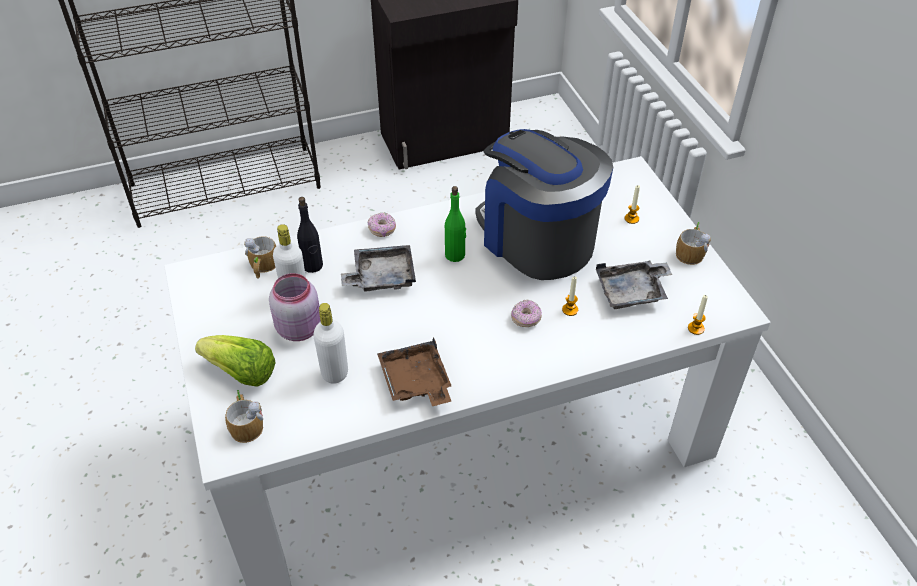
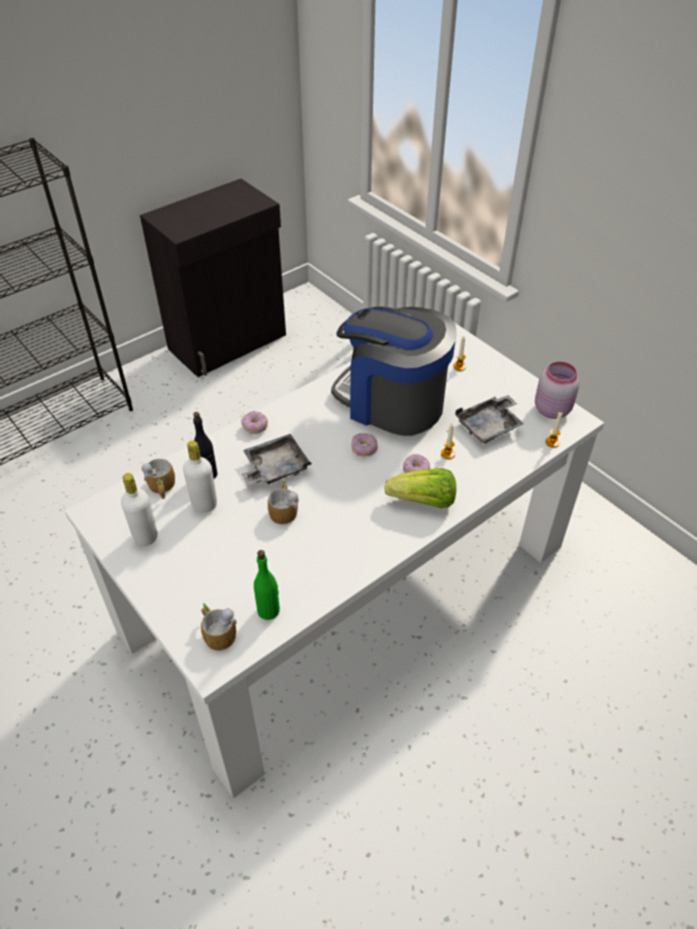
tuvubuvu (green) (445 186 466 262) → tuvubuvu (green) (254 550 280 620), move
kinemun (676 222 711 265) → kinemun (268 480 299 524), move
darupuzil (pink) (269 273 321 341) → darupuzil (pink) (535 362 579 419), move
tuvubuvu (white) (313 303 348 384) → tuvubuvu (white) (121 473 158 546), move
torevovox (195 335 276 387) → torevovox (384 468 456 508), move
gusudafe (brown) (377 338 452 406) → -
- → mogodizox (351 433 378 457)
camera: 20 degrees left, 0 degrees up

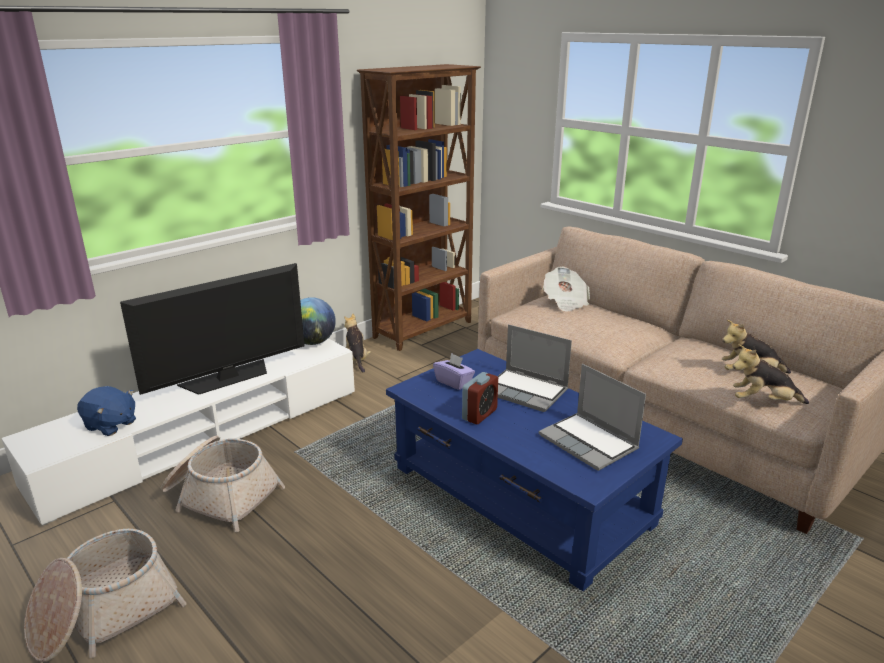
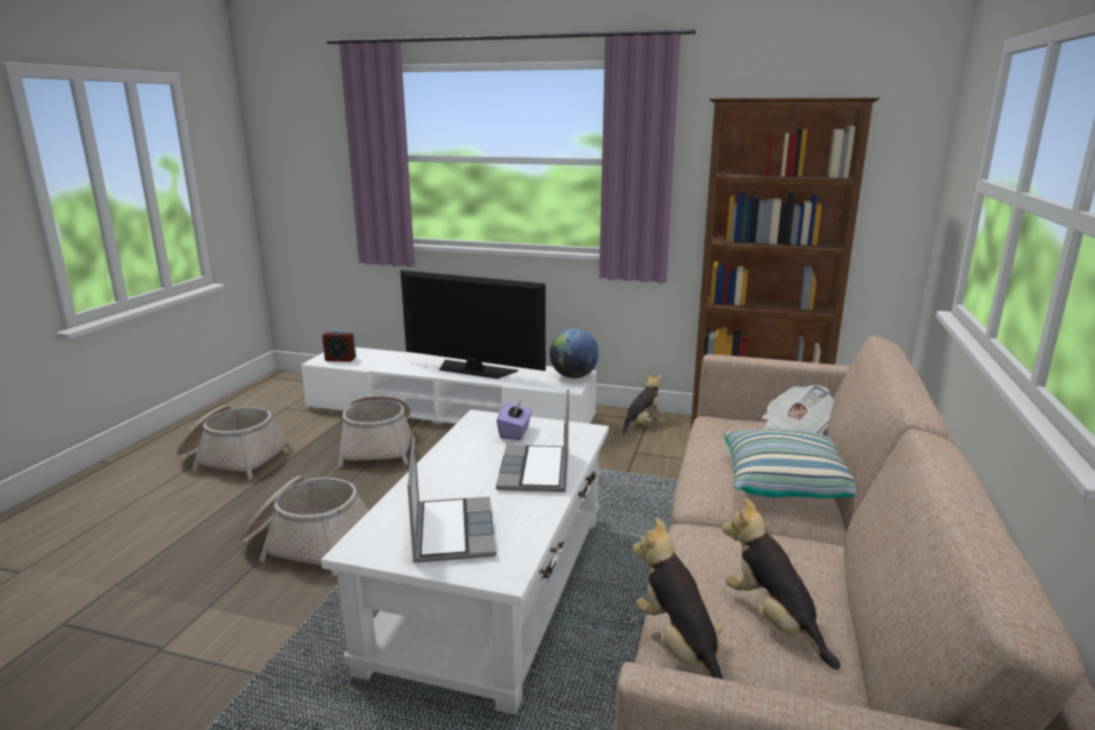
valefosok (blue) (386 349 683 591) → valefosok (white) (321 410 609 715)
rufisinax (539 364 646 471) → rufisinax (408 436 496 563), 150 degrees clockwise
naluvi (462 372 498 424) → naluvi (322 330 356 362), move
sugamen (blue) (77 386 136 436) → -
- → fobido (723 429 856 498)
- → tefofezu (240 475 369 576)
camera: 60 degrees right, 5 degrees down

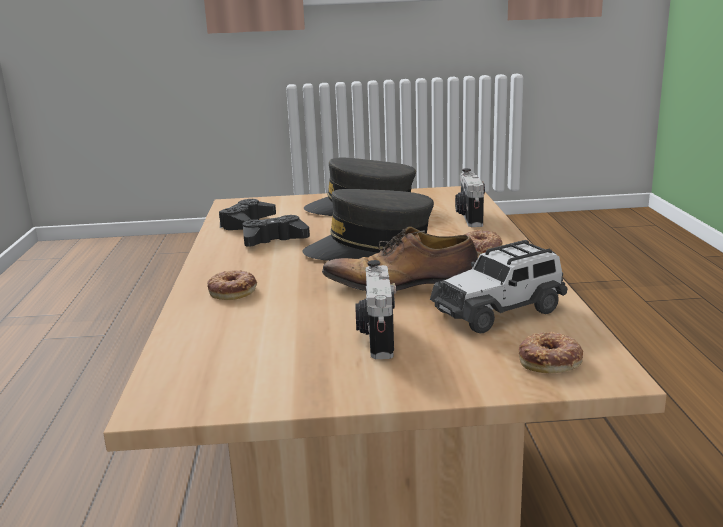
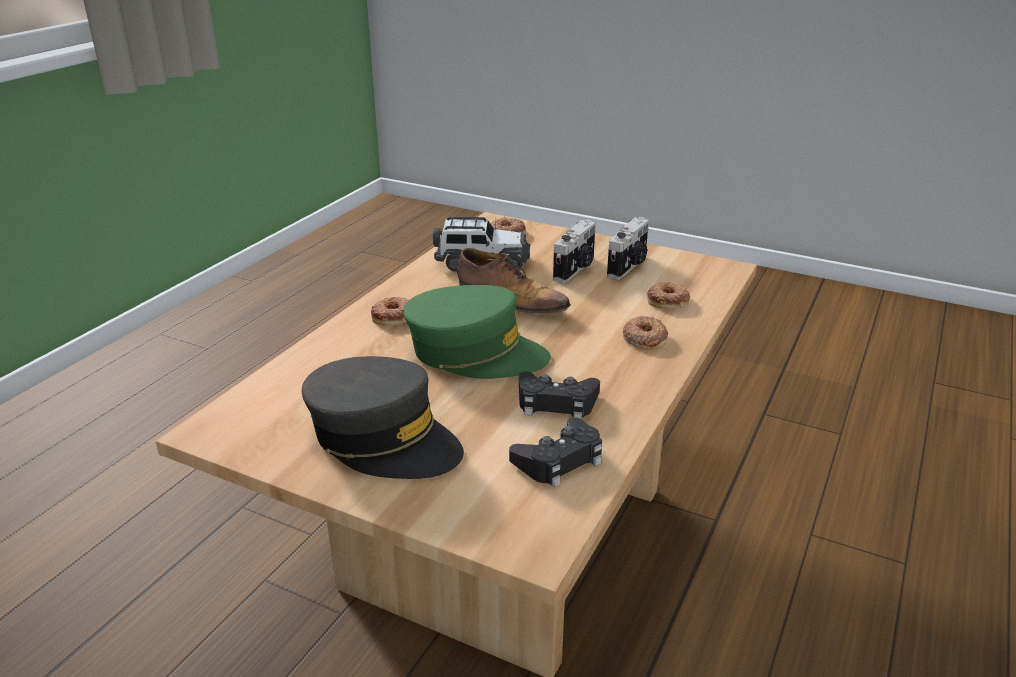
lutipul (455 168 485 227) → lutipul (607 217 649 280), move
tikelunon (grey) (302 189 434 261) → tikelunon (green) (403 285 551 379)
- → mogodizox (647 282 690 309)
camera: 150 degrees left, 10 degrees up

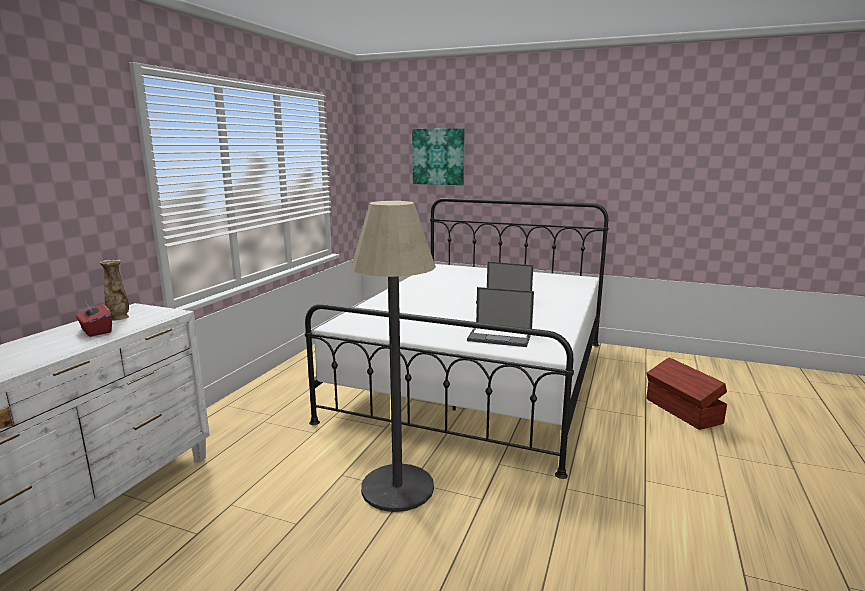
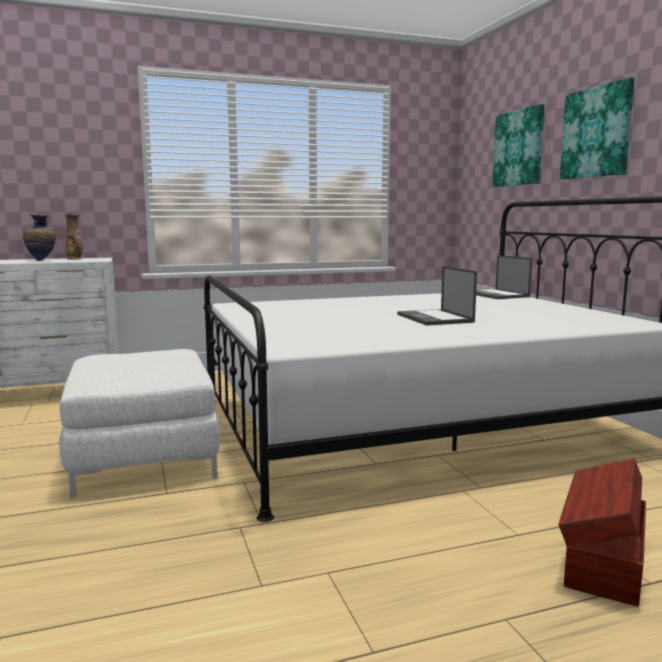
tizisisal (351 201 436 512) → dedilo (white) (59 349 221 498)
rufisinax (467 287 534 347) → rufisinax (476 255 532 299), move
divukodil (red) (75 301 112 337) → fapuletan (23 214 56 261)
- → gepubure (560 77 635 180)
camera: 50 degrees right, 5 degrees down

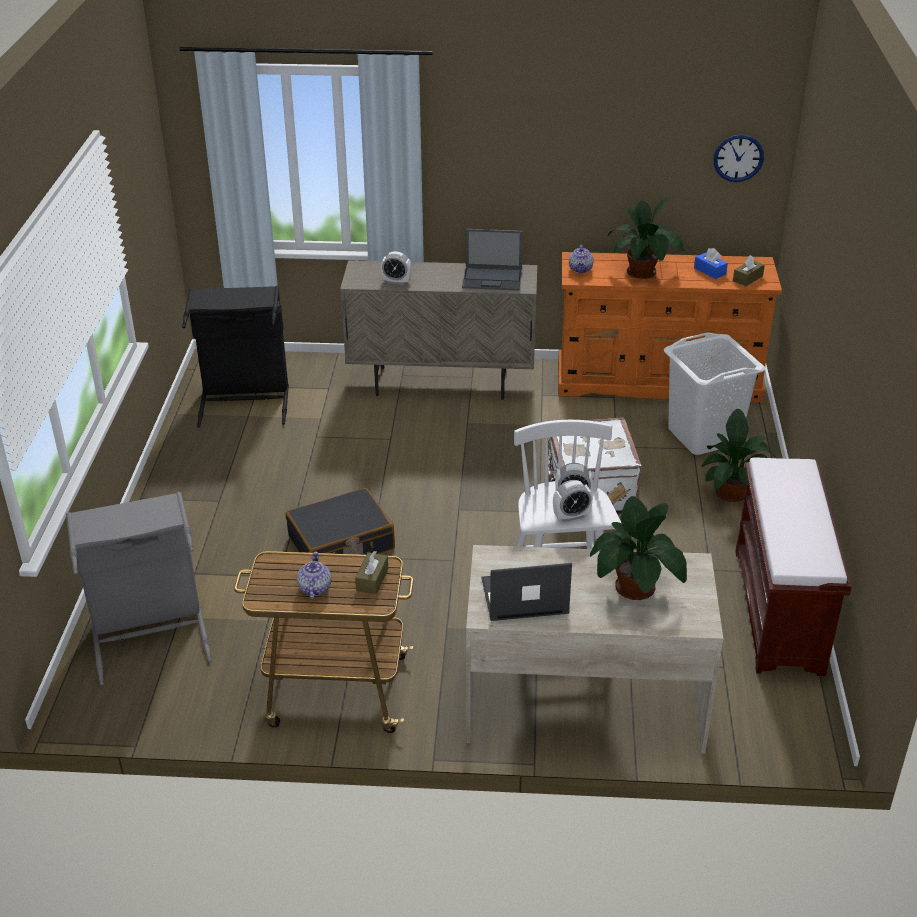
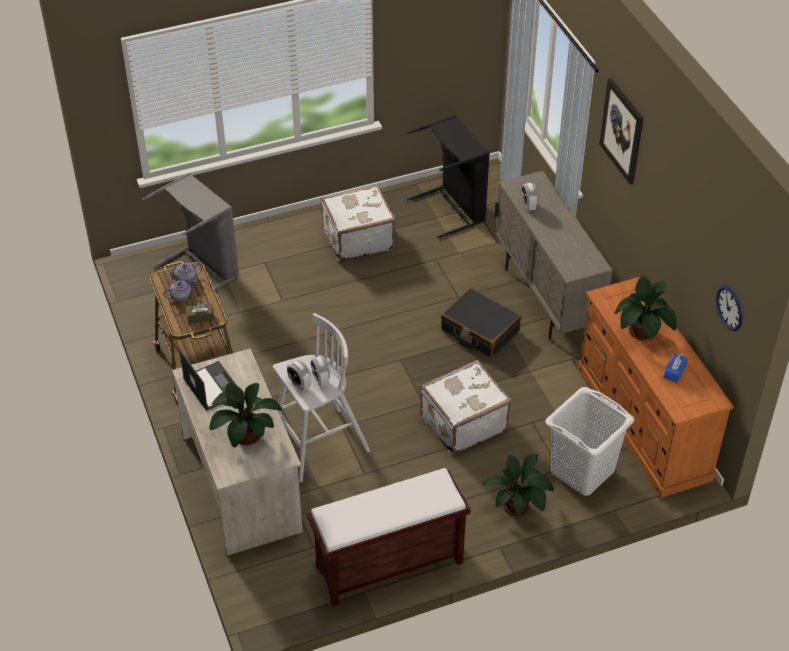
rufisinax (462 229 523 291) → -
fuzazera (569 244 593 273) → fuzazera (168 263 202 284), move
divukodil (brown) (733 255 765 286) → -
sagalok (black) (286 488 395 555) → sagalok (black) (441 288 521 358), move
- → gepubure (599 79 644 185)
- → sagalok (white) (321 184 395 262)
camera: 65 degrees right, 10 degrees up

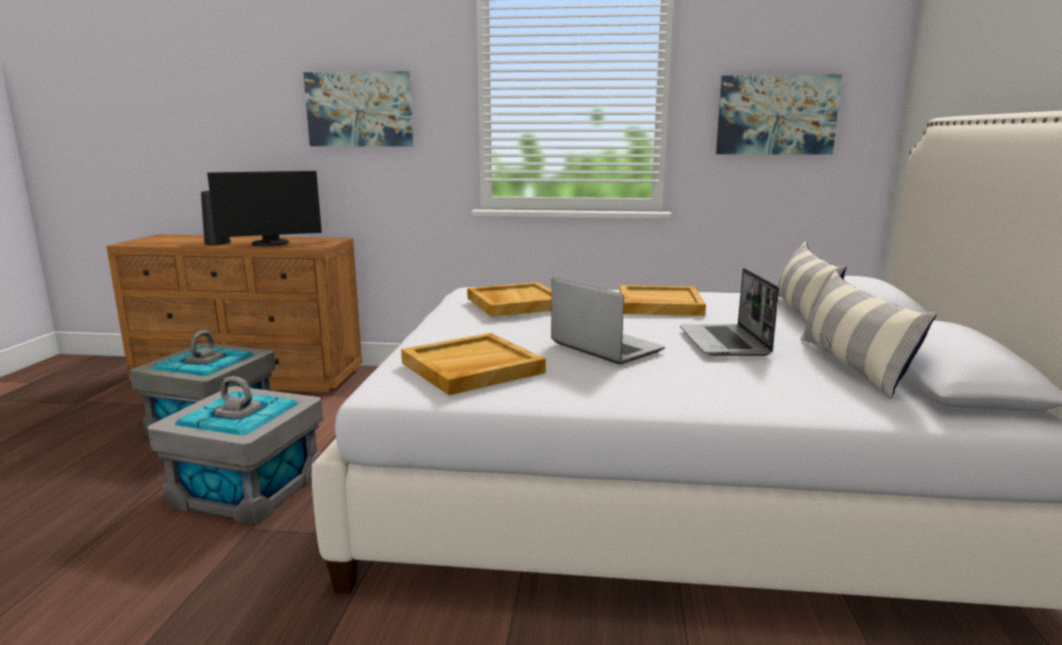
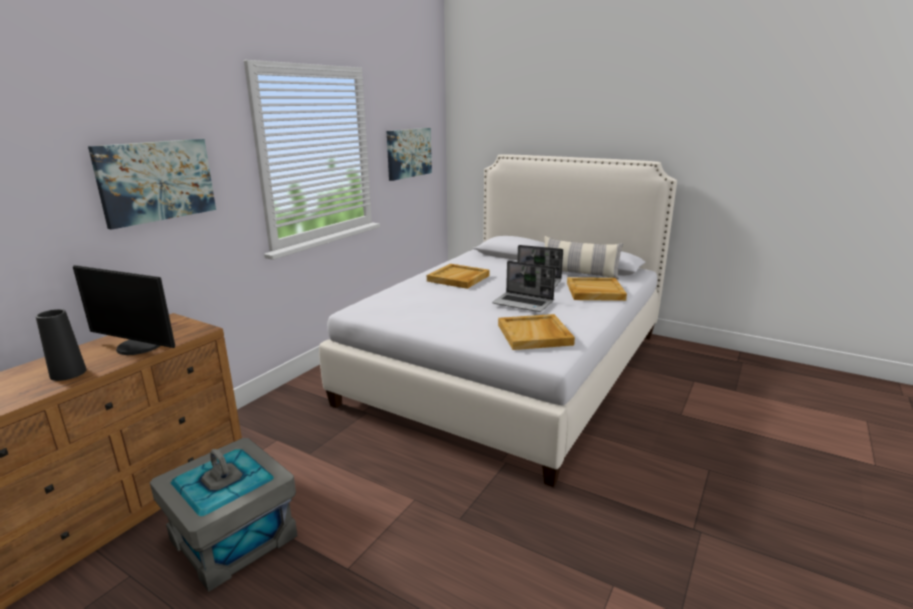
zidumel (207 171 322 246) → zidumel (73 265 175 355), 105 degrees clockwise
fobido (778 242 846 322) → -
rufisinax (551 278 665 364) → rufisinax (492 261 556 312), 135 degrees counterclockwise
gusudafe (beige) (467 282 551 317) → gusudafe (beige) (567 277 627 301), move
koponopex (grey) (148 376 323 525) → -
camera: 65 degrees left, 5 degrees up

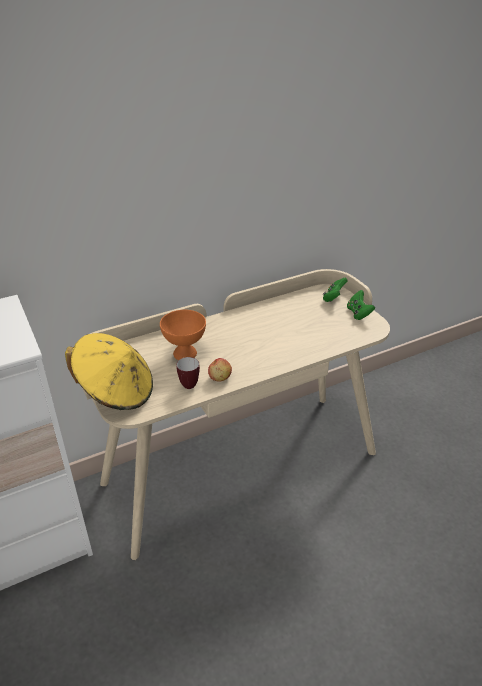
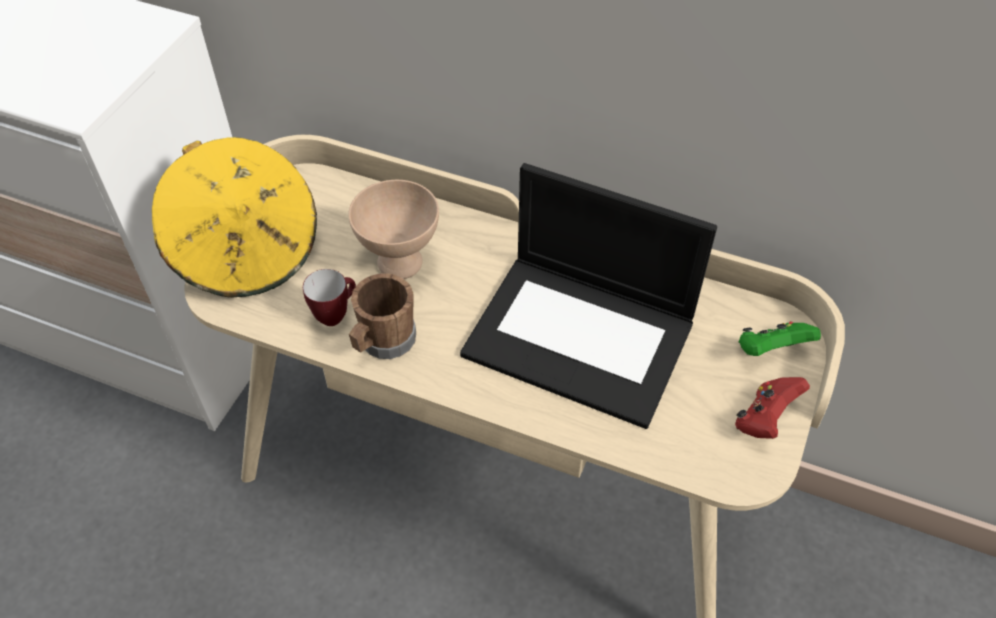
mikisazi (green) (347 290 375 320) → mikisazi (red) (735 377 810 439)
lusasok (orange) (160 310 206 360) → lusasok (beige) (349 180 439 279)
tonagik (208 358 232 382) → kinemun (brown) (349 273 416 359)
- → rufisinax (460 163 717 429)
camera: 50 degrees right, 15 degrees up

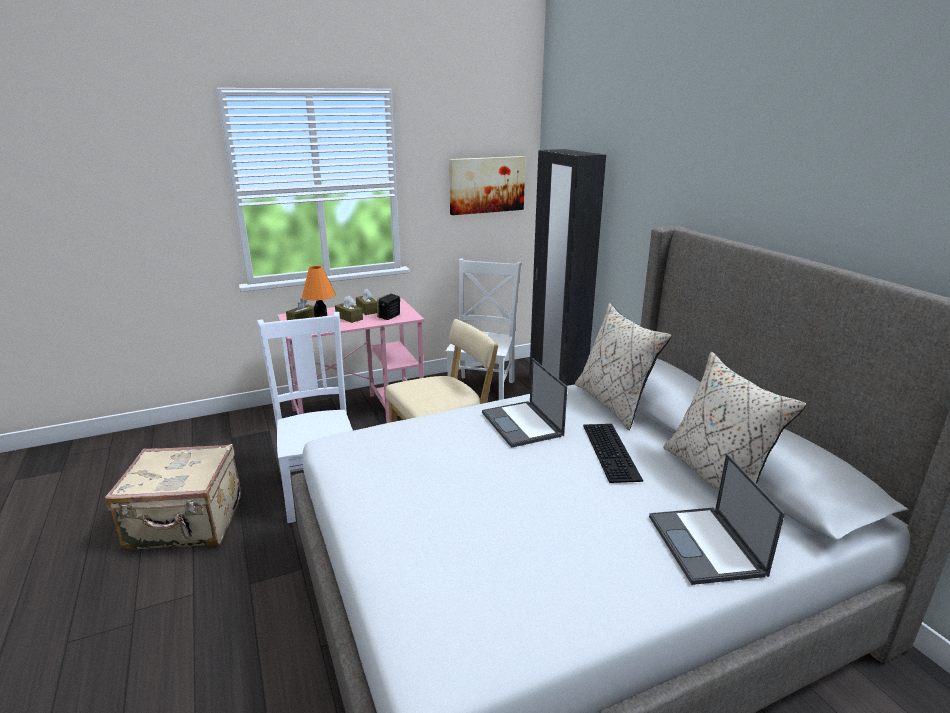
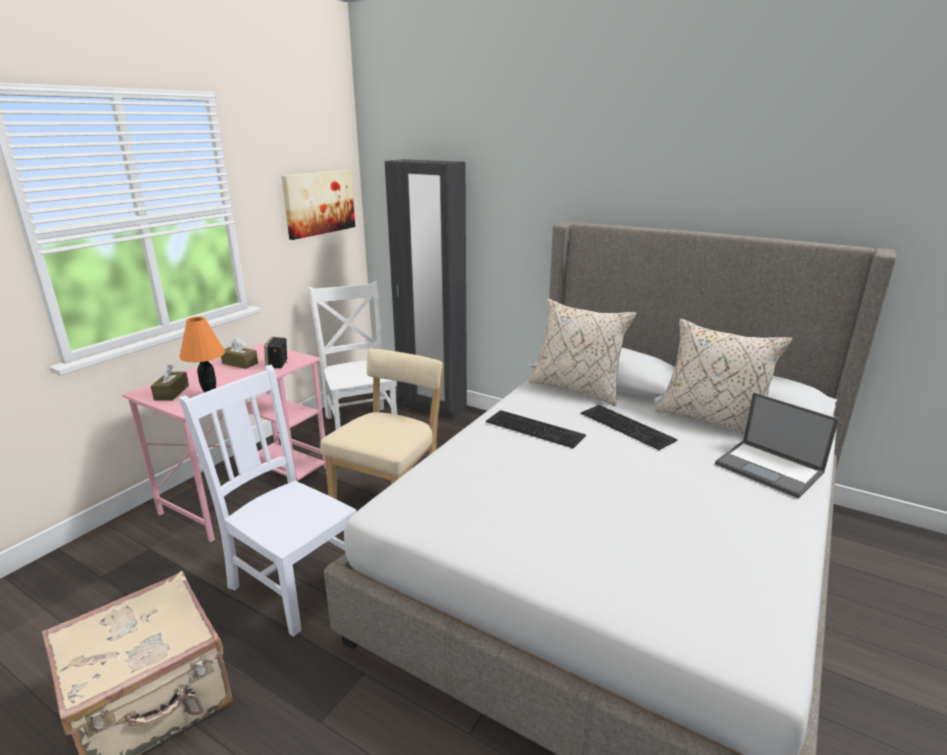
divukodil (brown) (335 296 363 323) → -
rufisinax (482 358 568 448) → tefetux (486 410 586 448)
camera: 35 degrees left, 0 degrees up

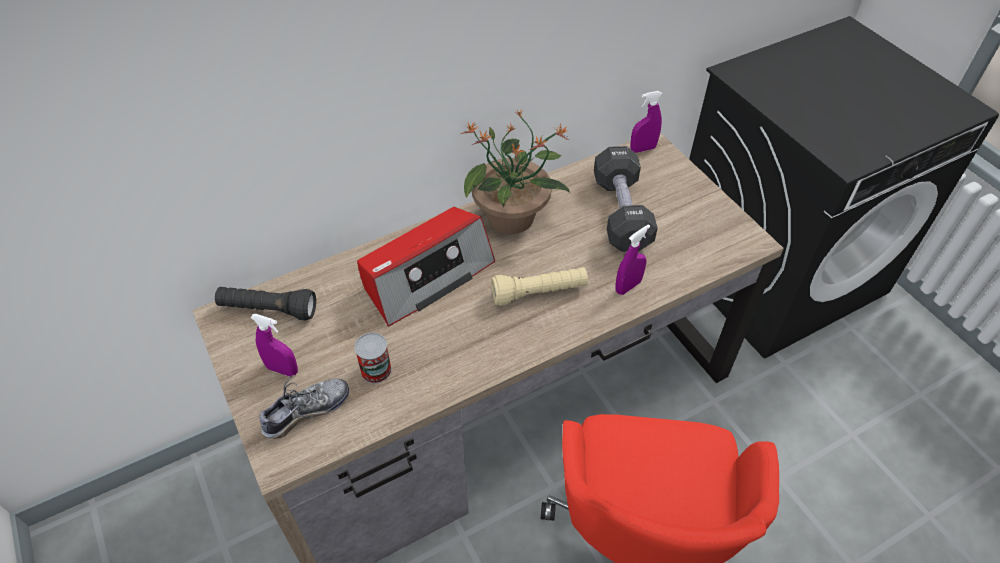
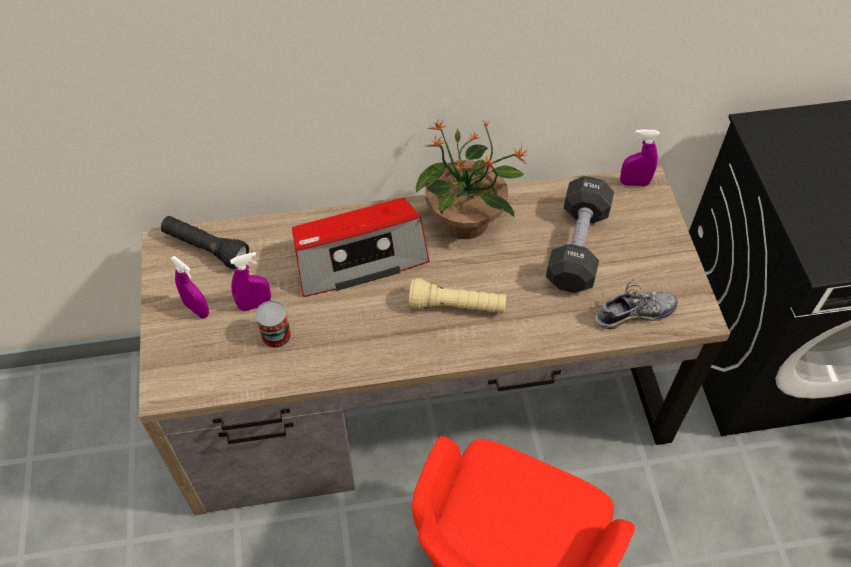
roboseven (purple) (615 224 650 295) → roboseven (purple) (230 252 271 311), move
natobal (257 375 349 439) → natobal (595 278 678 329), move
camera: 20 degrees right, 5 degrees up

